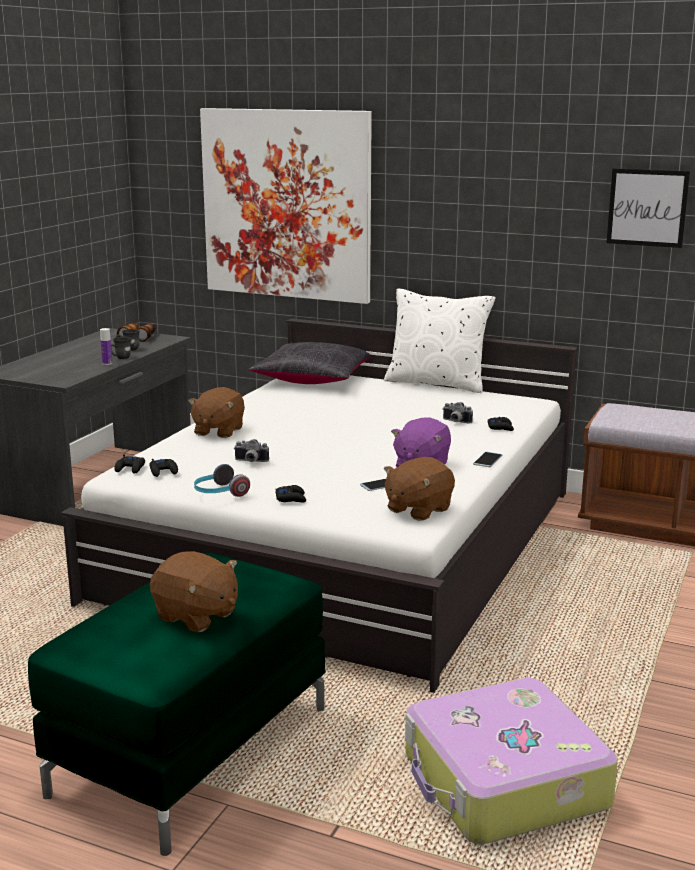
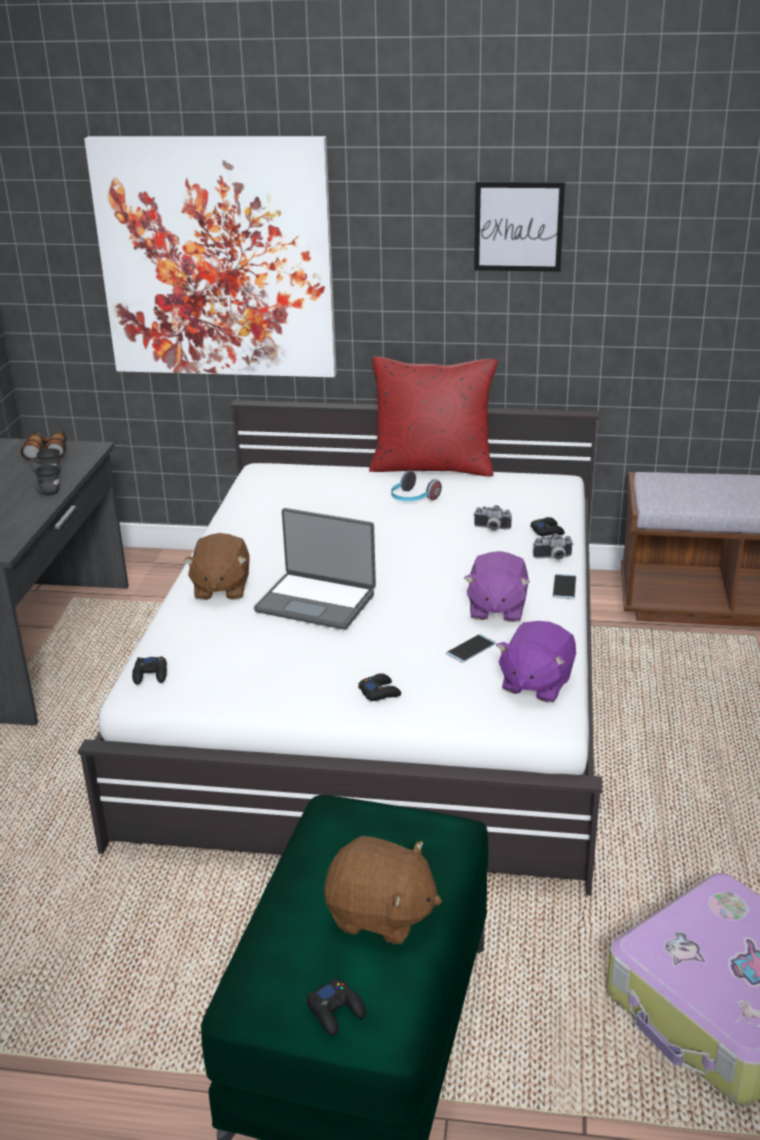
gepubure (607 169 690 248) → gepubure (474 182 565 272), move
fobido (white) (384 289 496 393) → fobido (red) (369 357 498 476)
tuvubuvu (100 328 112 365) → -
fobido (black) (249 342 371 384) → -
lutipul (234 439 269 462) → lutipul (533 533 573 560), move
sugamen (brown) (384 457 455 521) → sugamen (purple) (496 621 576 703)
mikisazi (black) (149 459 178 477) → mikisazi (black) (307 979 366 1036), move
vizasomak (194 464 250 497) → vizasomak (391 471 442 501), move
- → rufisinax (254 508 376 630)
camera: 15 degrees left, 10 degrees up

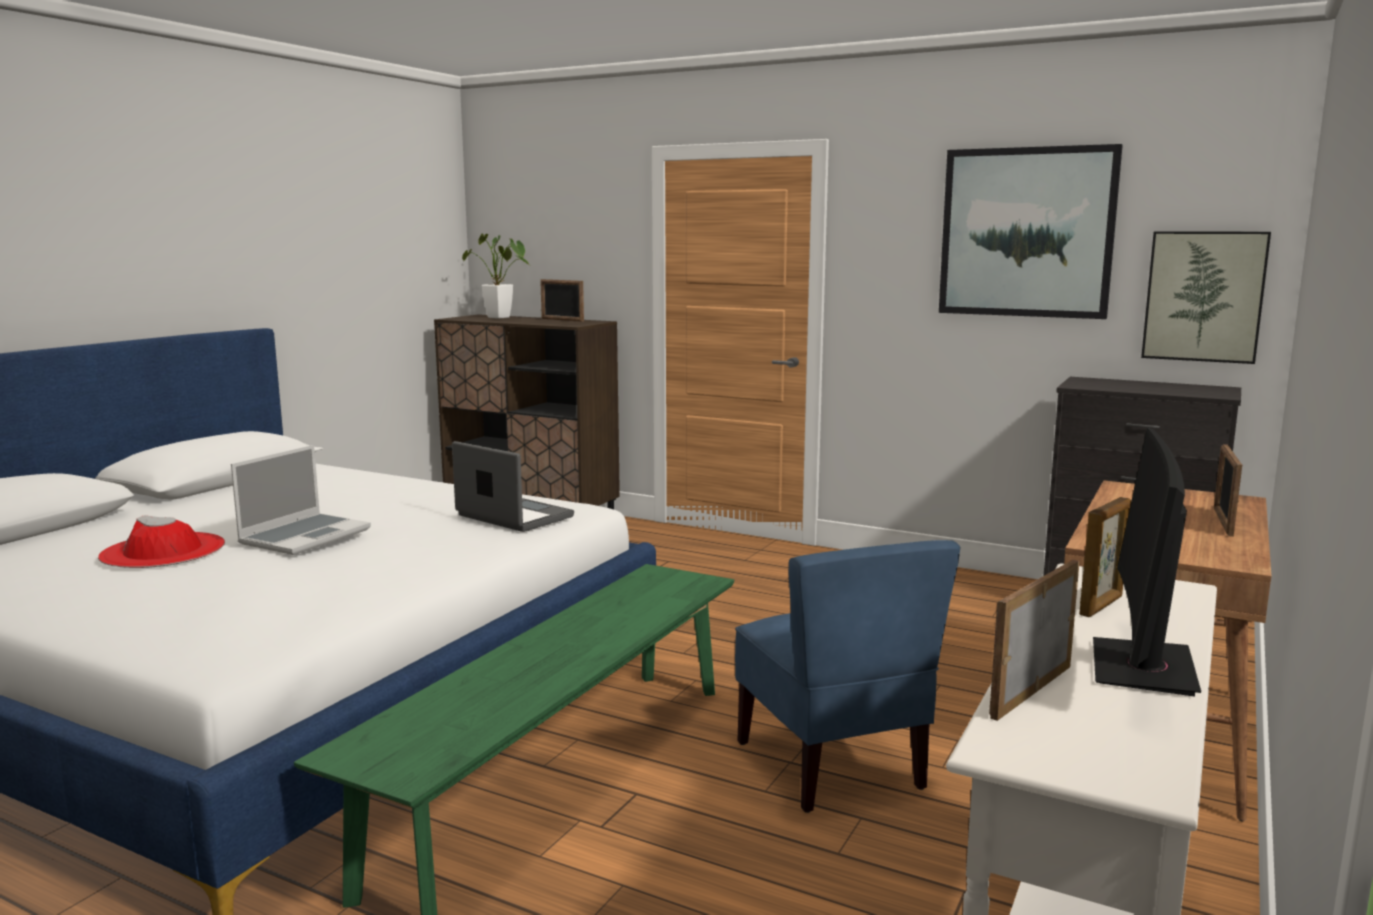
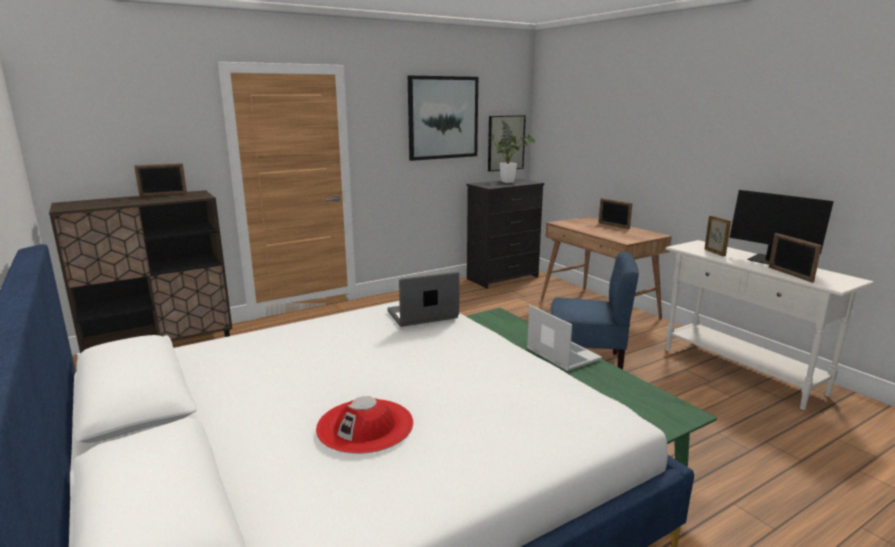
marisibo (462 234 529 319) → marisibo (488 135 535 183), move
rufisinax (231 445 371 555) → rufisinax (527 305 602 371), move
camera: 60 degrees left, 5 degrees up

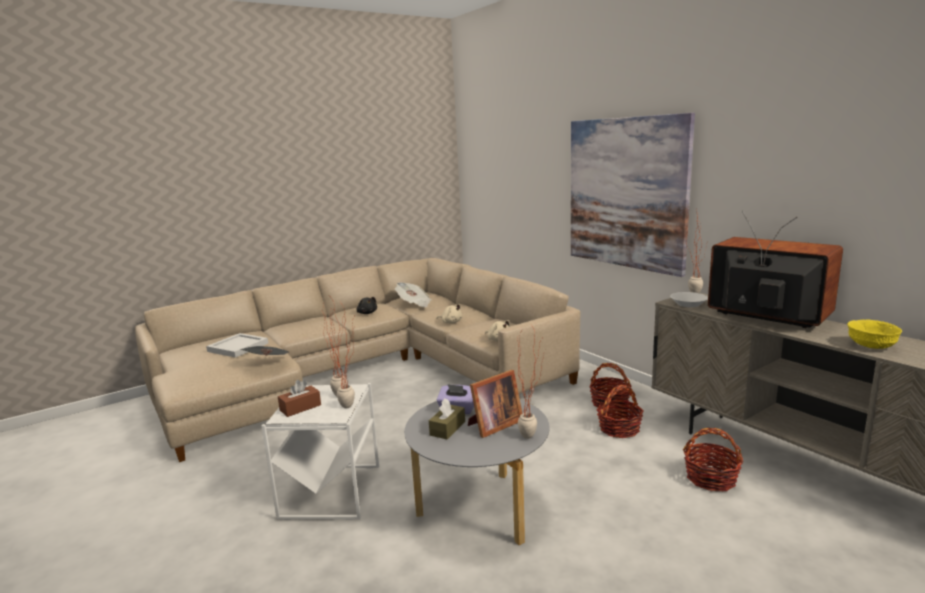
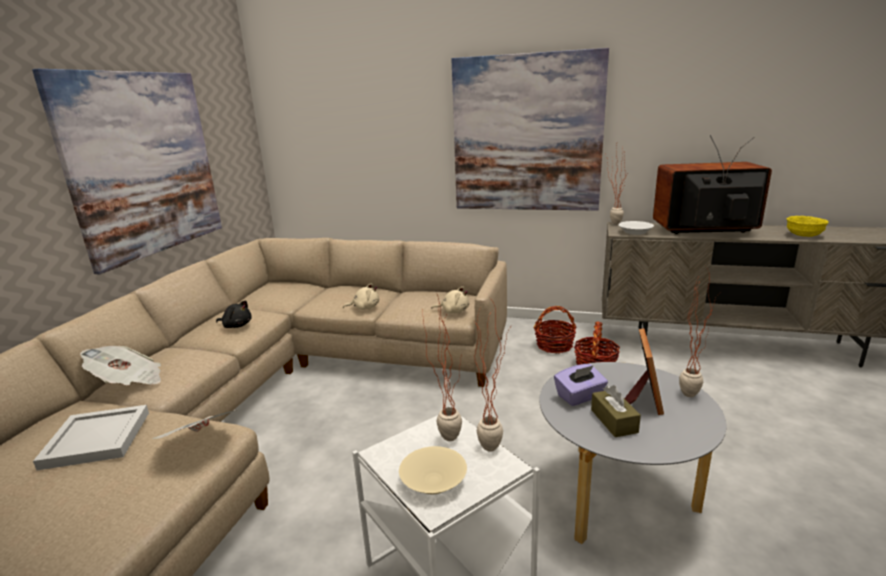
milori (395 282 432 308) → milori (80 346 161 385), move
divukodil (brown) (278 380 321 417) → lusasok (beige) (399 446 467 494)
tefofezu (683 428 744 491) → -
- → gepubure (32 69 222 274)
camera: 40 degrees left, 5 degrees up

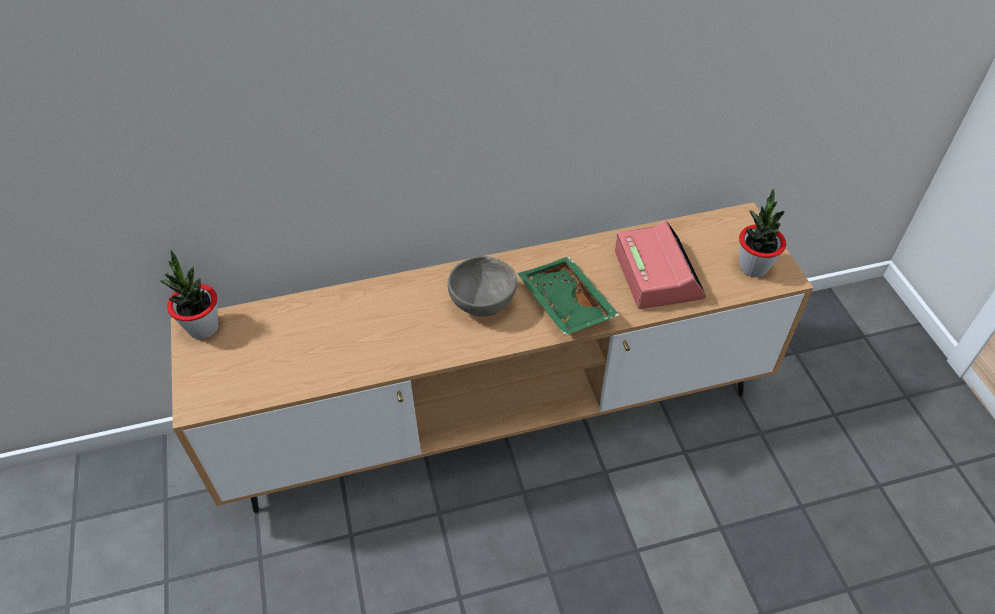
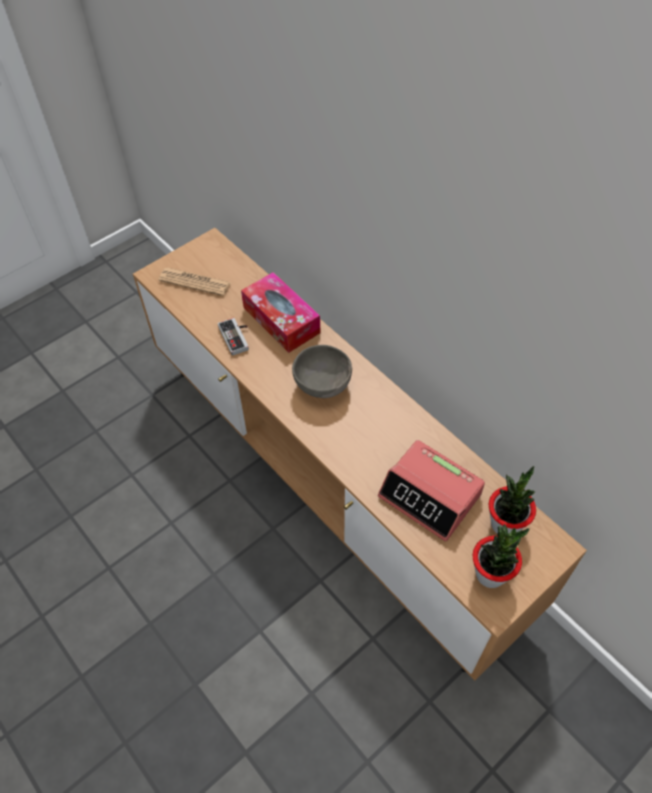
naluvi (615 221 706 309) → naluvi (378 440 485 542), 75 degrees clockwise
marisibo (160 250 218 339) → marisibo (489 466 536 534), move
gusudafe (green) (517 256 620 335) → -
- → milori (158 268 231 296)
- → divukodil (241 272 321 353)
- → mikisazi (218 318 249 356)
camera: 65 degrees right, 5 degrees up

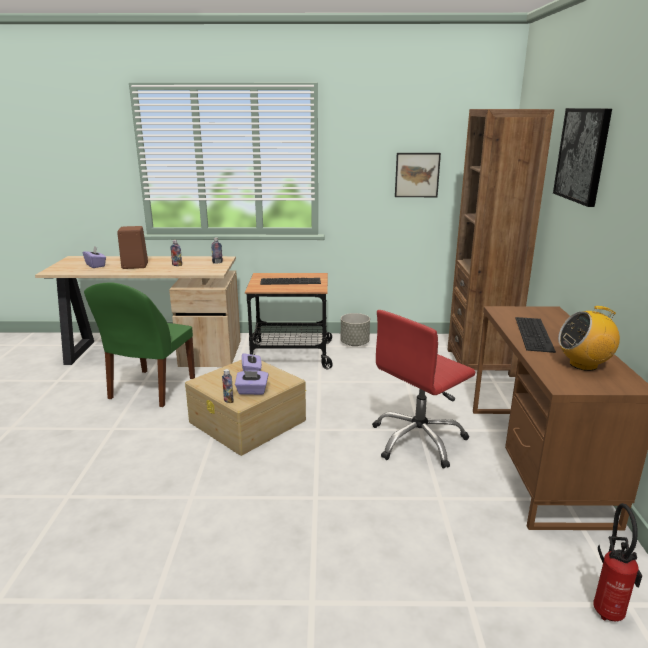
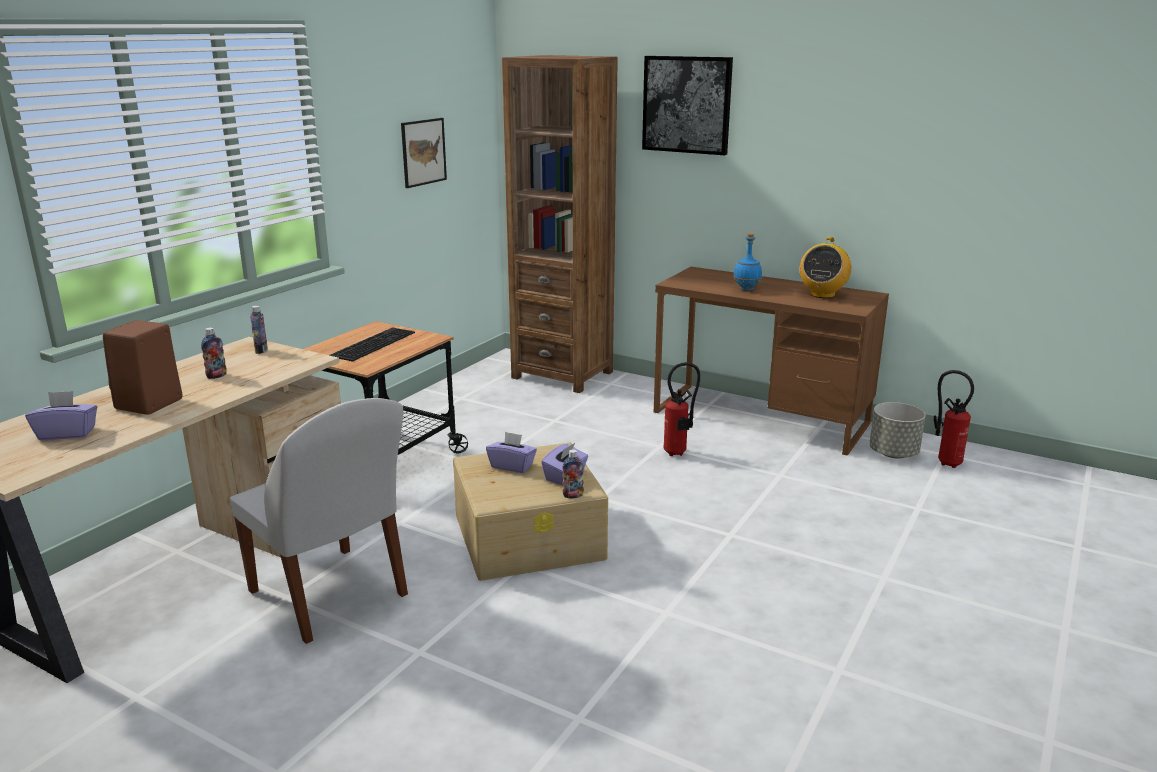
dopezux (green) (84 282 195 407) → dopezux (white) (230 398 408 644)
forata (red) (372 310 475 469) → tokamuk (664 362 700 456)
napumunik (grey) (341 313 370 346) → napumunik (grey) (869 402 926 458), move
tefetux (515 317 556 353) → tuvubuvu (blue) (733 233 762 291)
camera: 60 degrees left, 0 degrees up

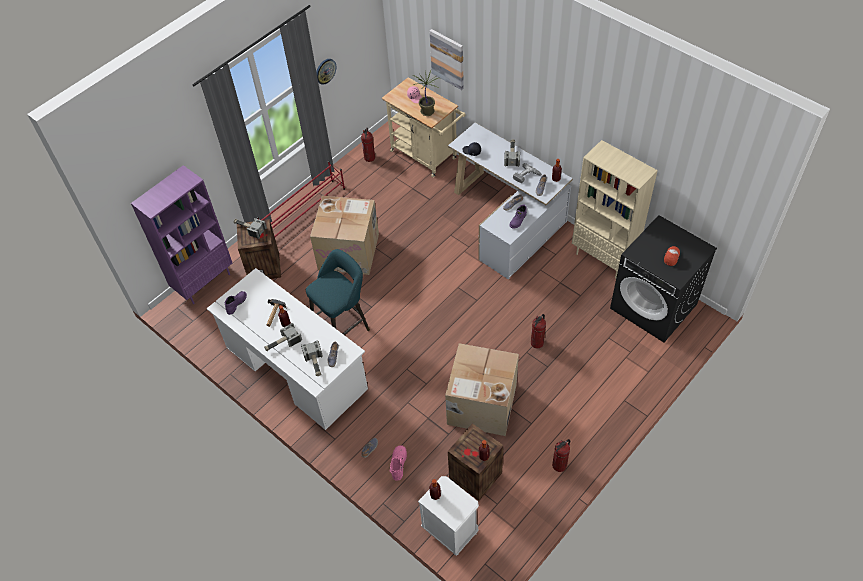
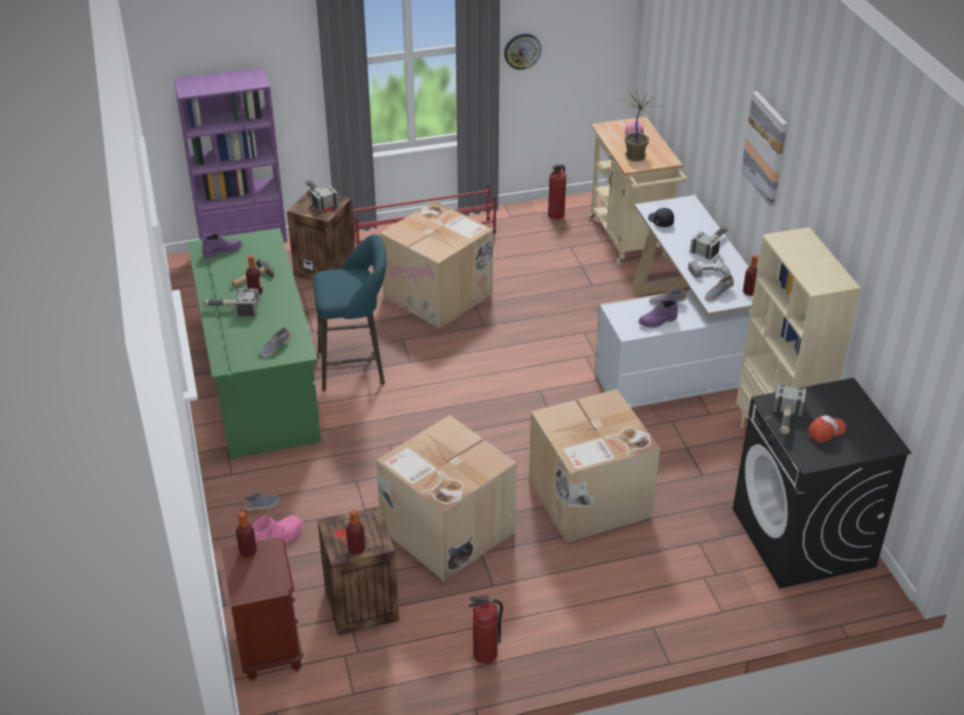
gepubure (430 29 464 90) → gepubure (741 91 787 206), move
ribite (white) (207 268 368 430) → ribite (green) (187 228 321 459)
tokamuk (531 314 546 349) → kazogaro (529 389 660 543)
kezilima (301 340 323 376) → kezilima (773 384 806 434), move
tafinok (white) (418 476 479 556) → tafinok (brown) (221 537 303 681)
camera: 30 degrees right, 15 degrees down

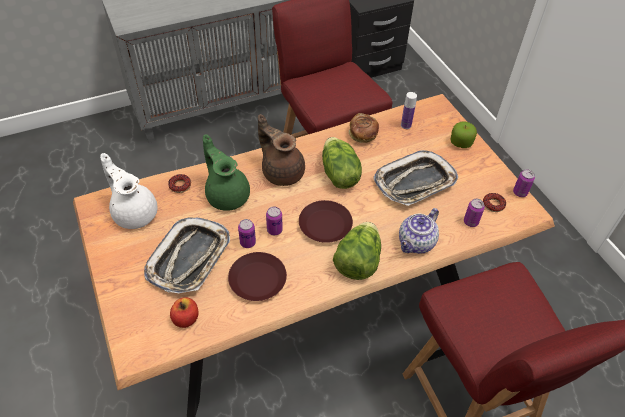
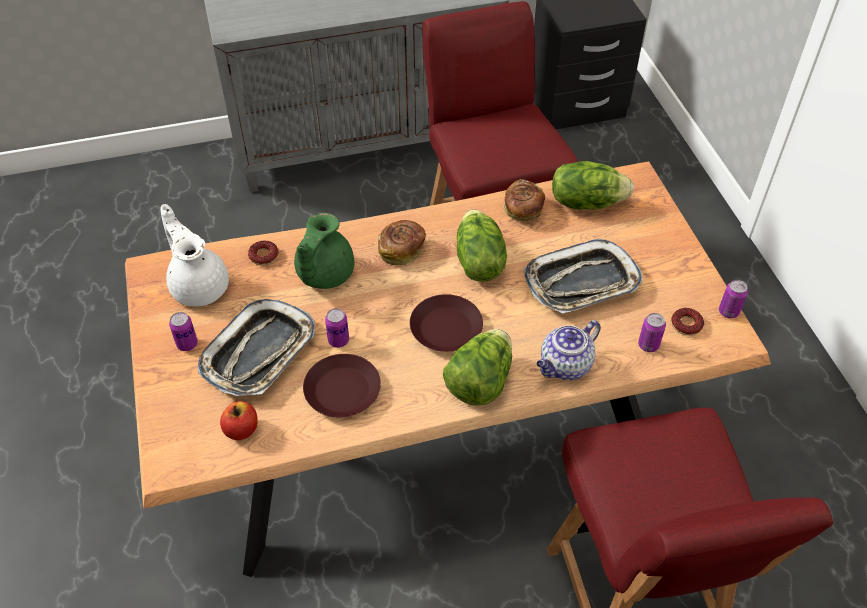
tuvubuvu (401 92 417 129) → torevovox (552 161 634 210)
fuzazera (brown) (258 114 305 186) → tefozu (378 220 426 265)
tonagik (450 121 477 148) → -
fuzazera (green) (203 134 250 211) → fuzazera (green) (294 213 354 289), 135 degrees counterclockwise
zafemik (266 207 283 235) → zafemik (169 312 198 351), move
camera: 10 degrees right, 0 degrees up

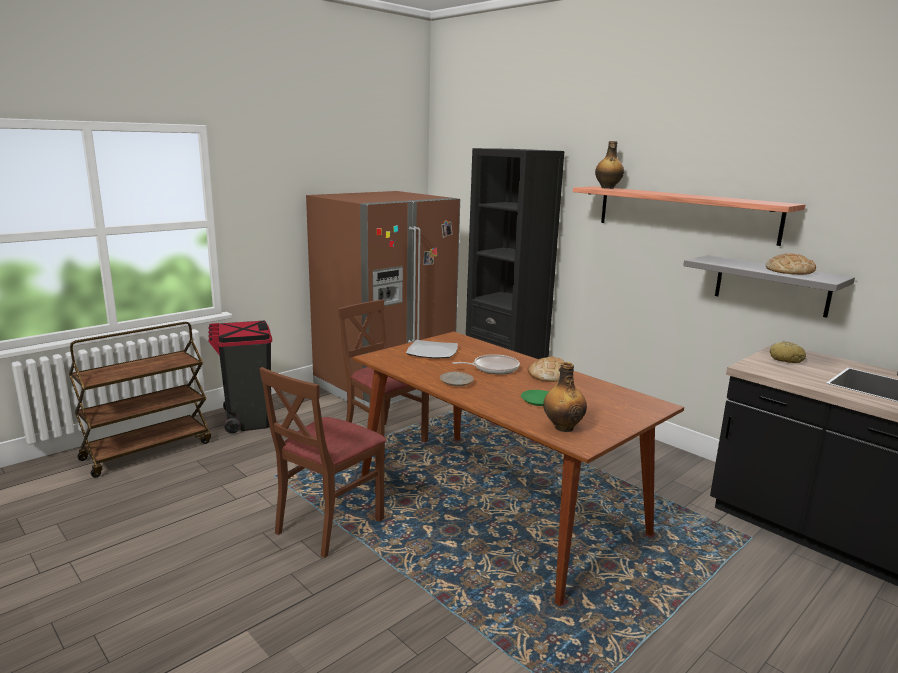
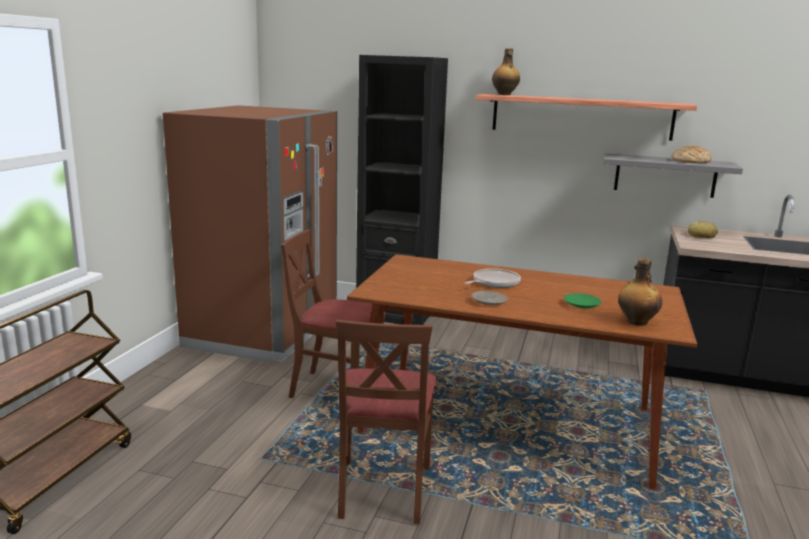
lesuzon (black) (208 321 272 433) → -
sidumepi (406 340 458 358) → -
tefozu (527 356 564 382) → -
camera: 30 degrees left, 0 degrees up

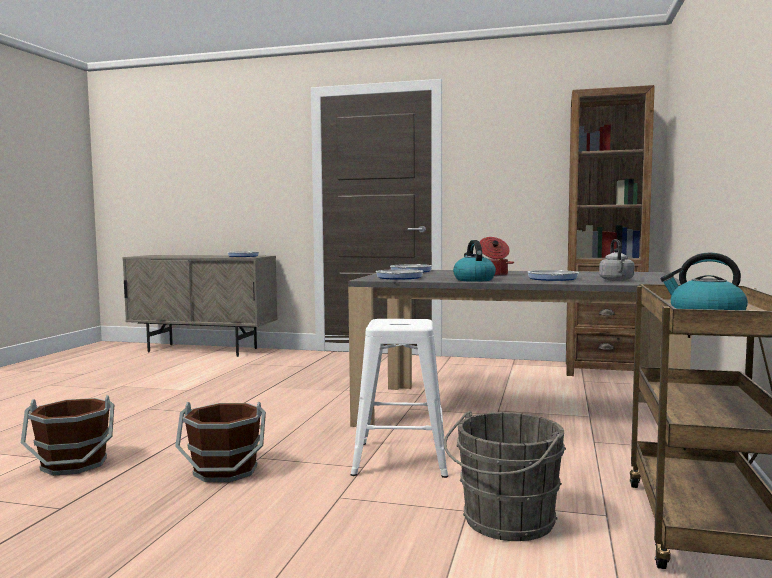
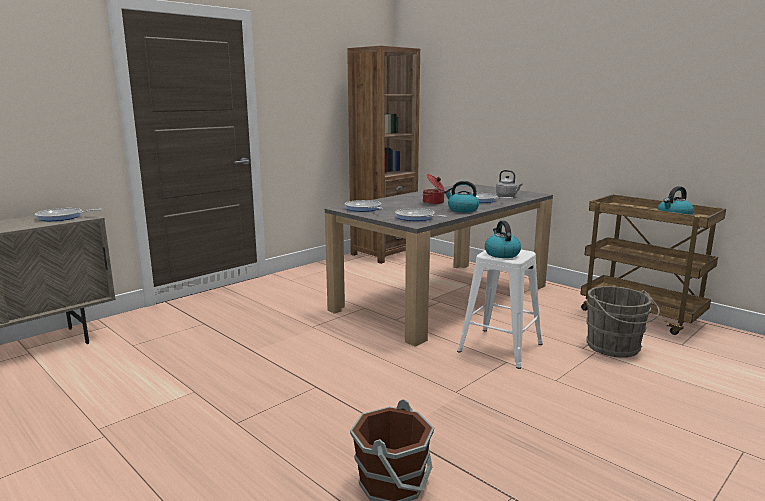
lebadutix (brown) (175 402 266 482) → -
- → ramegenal (485 221 521 258)
camera: 60 degrees left, 10 degrees up

